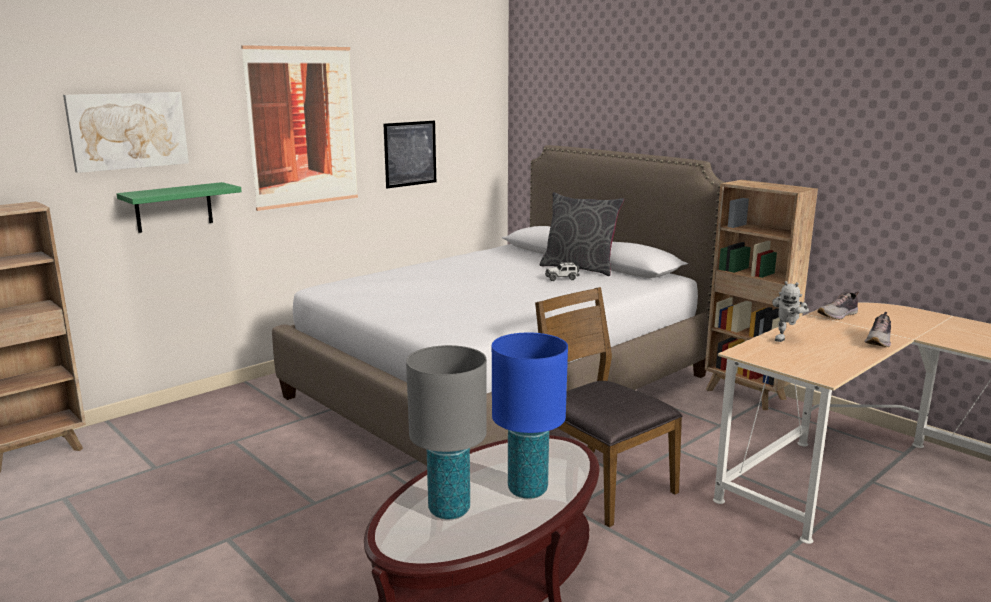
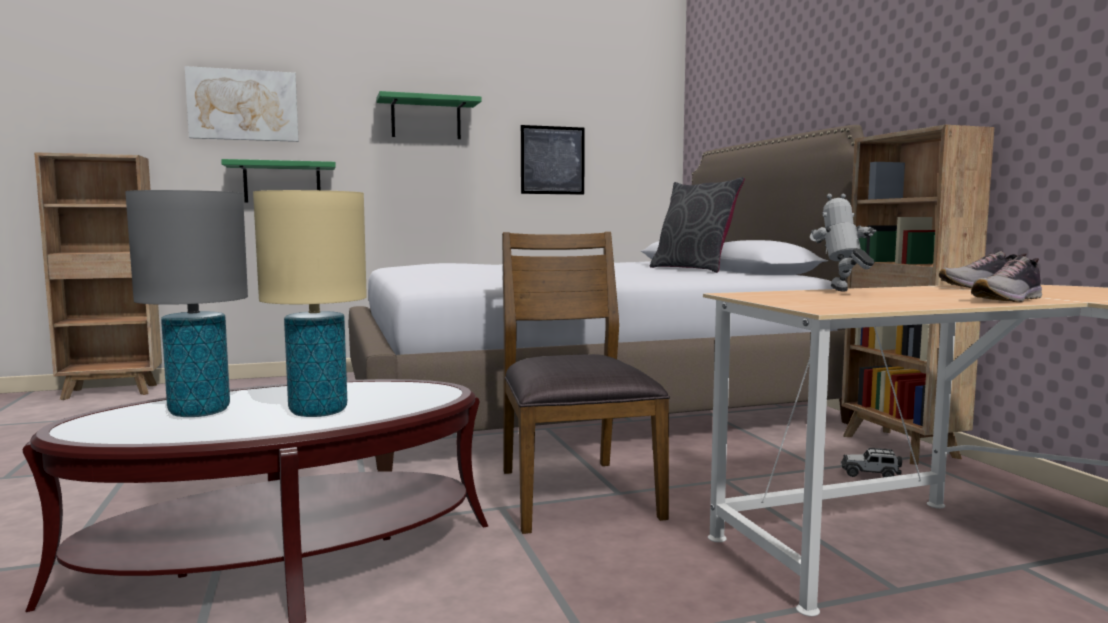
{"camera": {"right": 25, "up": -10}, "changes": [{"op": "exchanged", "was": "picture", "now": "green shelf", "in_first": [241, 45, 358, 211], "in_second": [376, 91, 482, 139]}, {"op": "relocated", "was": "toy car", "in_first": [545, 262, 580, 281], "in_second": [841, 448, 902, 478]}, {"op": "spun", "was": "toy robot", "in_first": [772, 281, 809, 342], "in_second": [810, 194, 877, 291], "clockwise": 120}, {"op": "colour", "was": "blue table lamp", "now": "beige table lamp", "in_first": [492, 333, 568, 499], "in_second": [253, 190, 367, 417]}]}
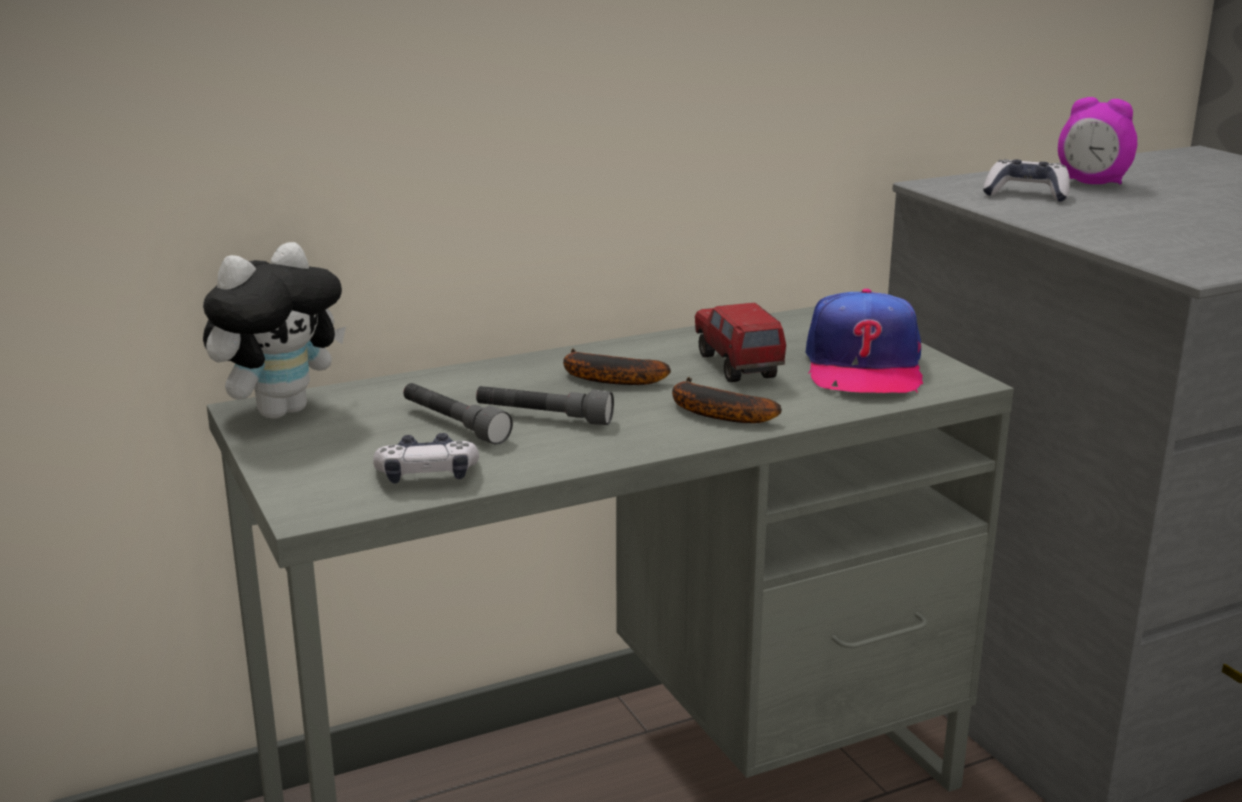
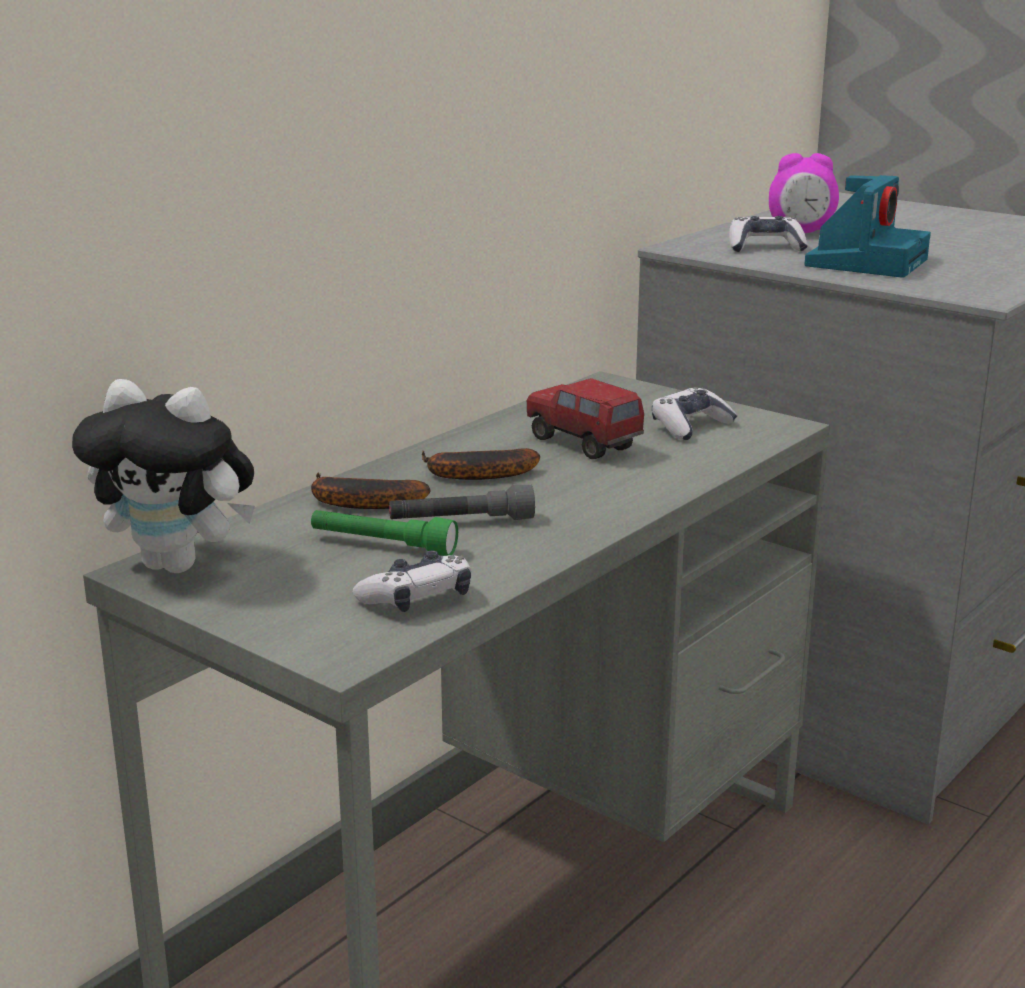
{"camera": {"right": -25, "up": 0}, "changes": [{"op": "spun", "was": "plush toy", "in_first": [203, 242, 346, 419], "in_second": [72, 379, 255, 573], "clockwise": 90}, {"op": "exchanged", "was": "cap", "now": "game controller", "in_first": [805, 289, 923, 393], "in_second": [652, 387, 737, 440]}, {"op": "relocated", "was": "banana", "in_first": [672, 377, 782, 423], "in_second": [311, 473, 431, 509]}, {"op": "colour", "was": "grey flashlight", "now": "green flashlight", "in_first": [403, 383, 513, 445], "in_second": [311, 510, 458, 556]}, {"op": "appeared", "now": "photo camera", "in_second": [804, 175, 931, 278]}]}
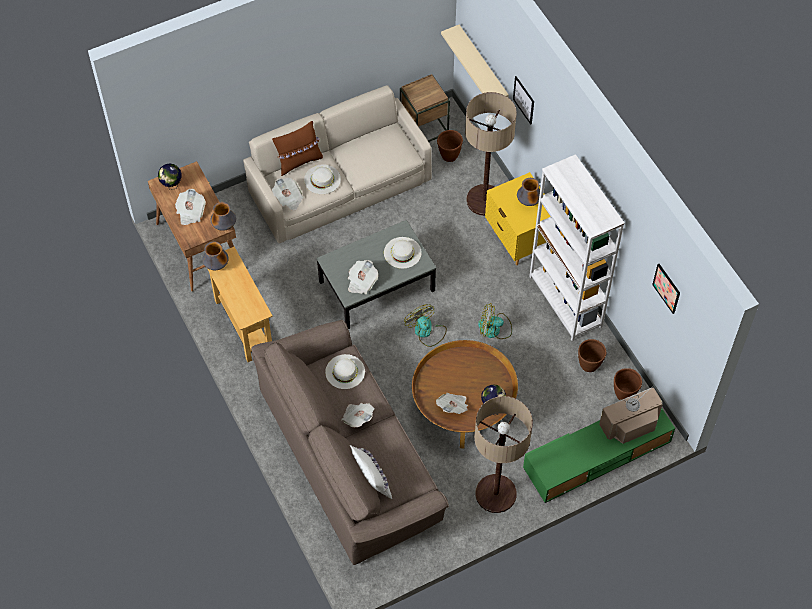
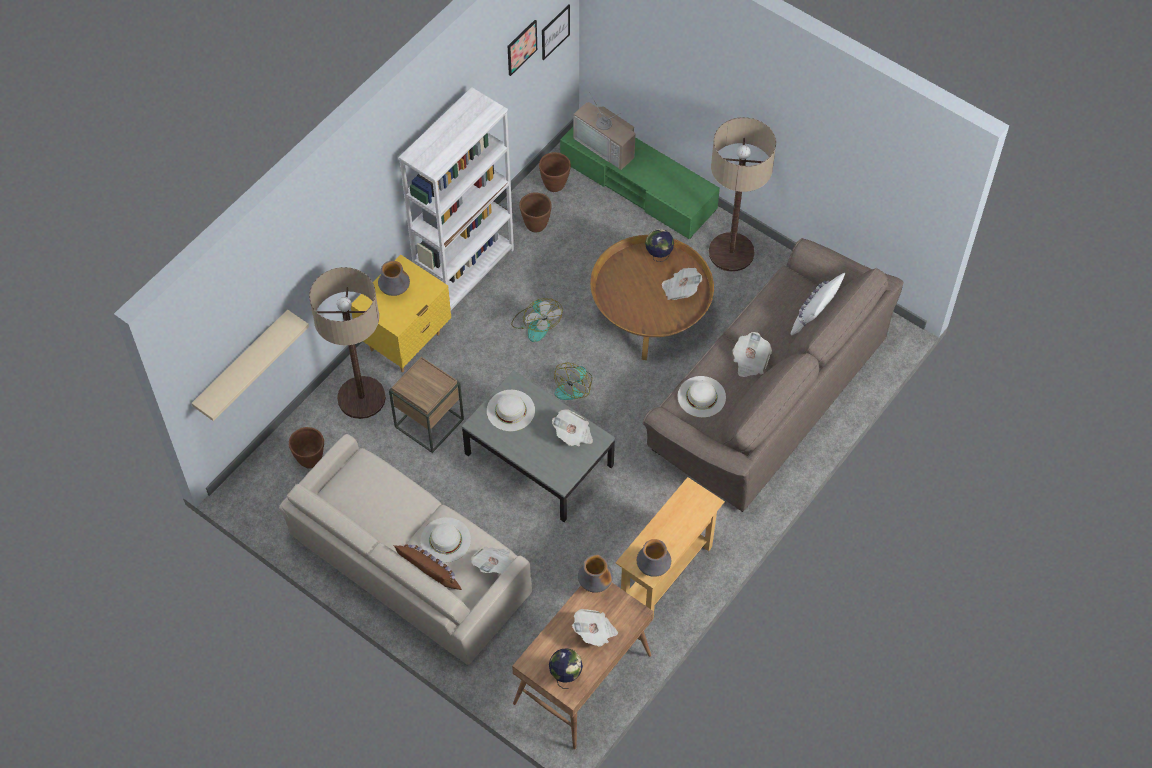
{"camera": {"right": -115, "up": 0}, "changes": [{"op": "relocated", "was": "brown side table", "in_first": [400, 74, 450, 142], "in_second": [389, 357, 464, 453]}, {"op": "relocated", "was": "picture", "in_first": [513, 76, 534, 124], "in_second": [542, 5, 570, 61]}]}
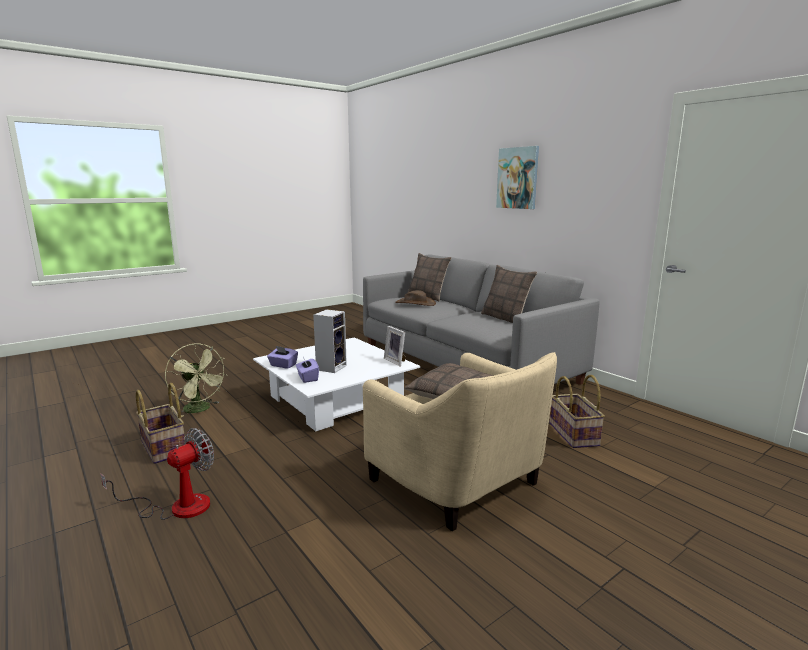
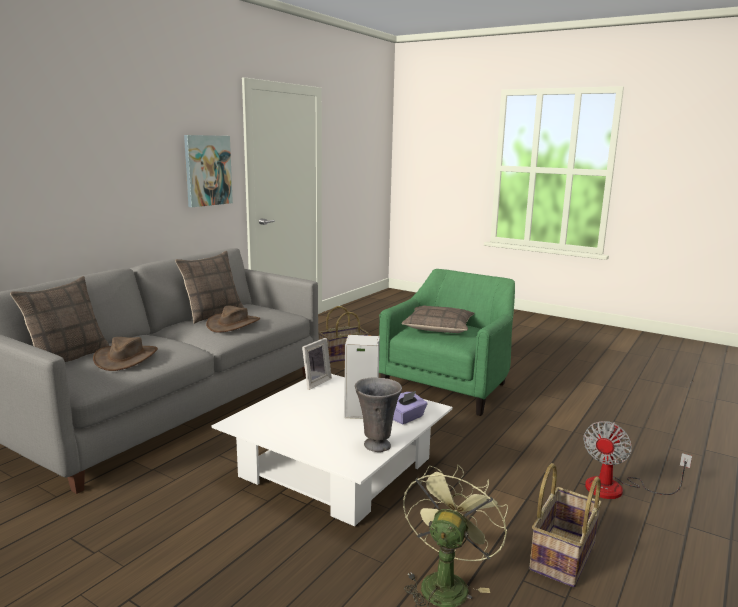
{"camera": {"right": -110, "up": 0}, "changes": [{"op": "relocated", "was": "picture", "in_first": [496, 146, 539, 209], "in_second": [184, 135, 233, 207]}, {"op": "exchanged", "was": "purple tissue box", "now": "grey vase", "in_first": [267, 346, 298, 369], "in_second": [355, 378, 402, 452]}, {"op": "colour", "was": "beige armchair", "now": "green armchair", "in_first": [362, 352, 557, 531], "in_second": [379, 269, 515, 416]}, {"op": "spun", "was": "fan", "in_first": [100, 428, 214, 520], "in_second": [583, 421, 692, 499], "clockwise": -75}, {"op": "appeared", "now": "brown hat", "in_second": [206, 306, 260, 333]}]}
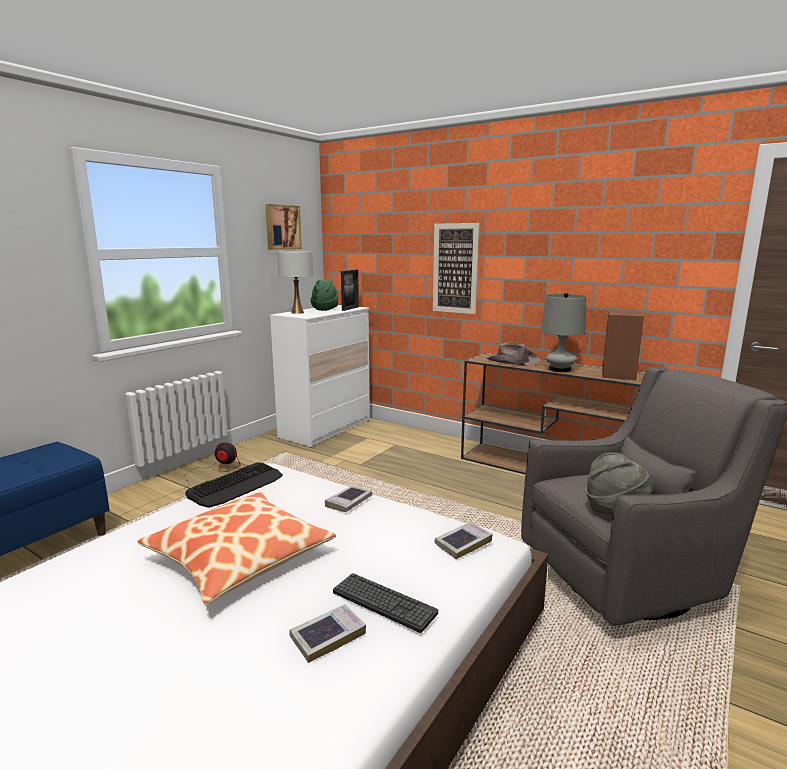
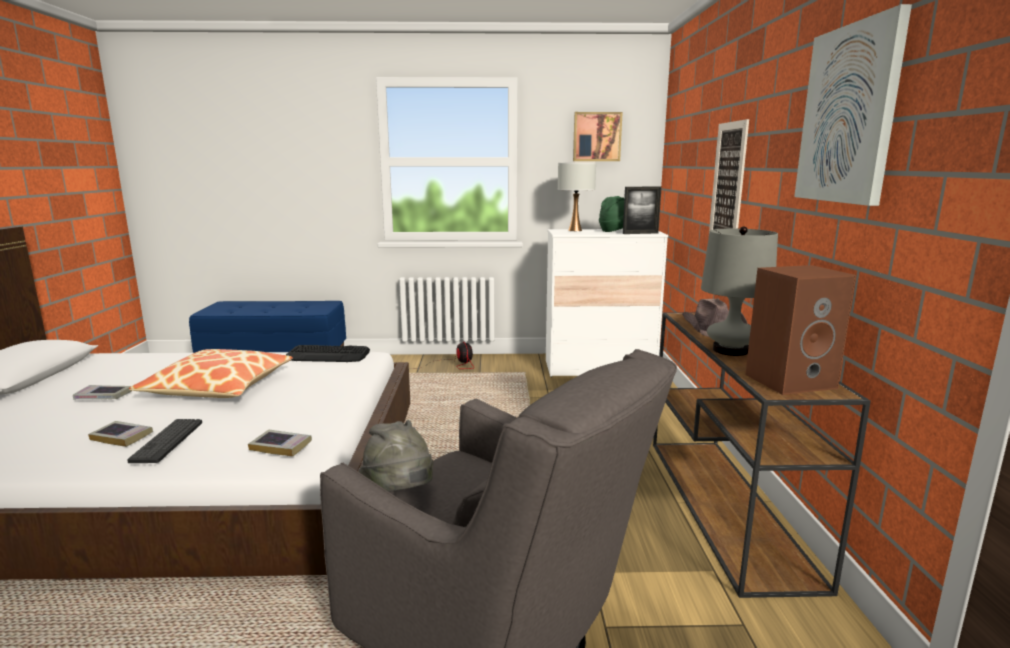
{"camera": {"right": 55, "up": 0}, "changes": [{"op": "relocated", "was": "book", "in_first": [325, 486, 372, 512], "in_second": [73, 385, 132, 399]}, {"op": "appeared", "now": "picture", "in_second": [794, 4, 912, 206]}]}
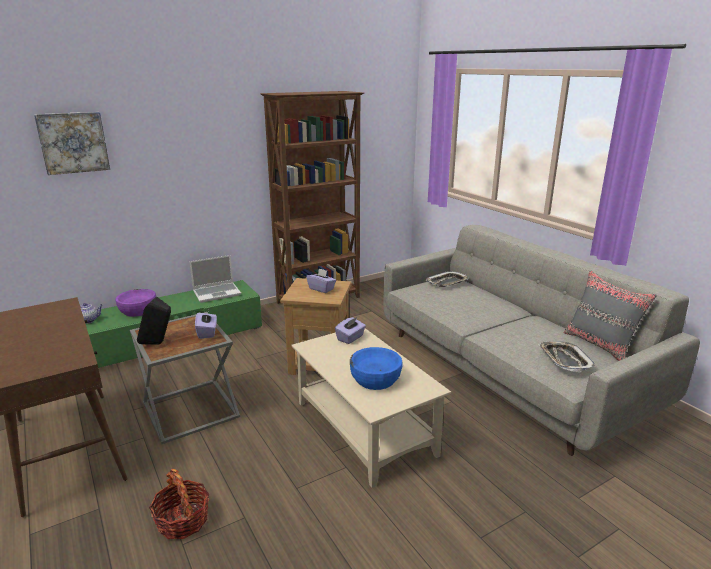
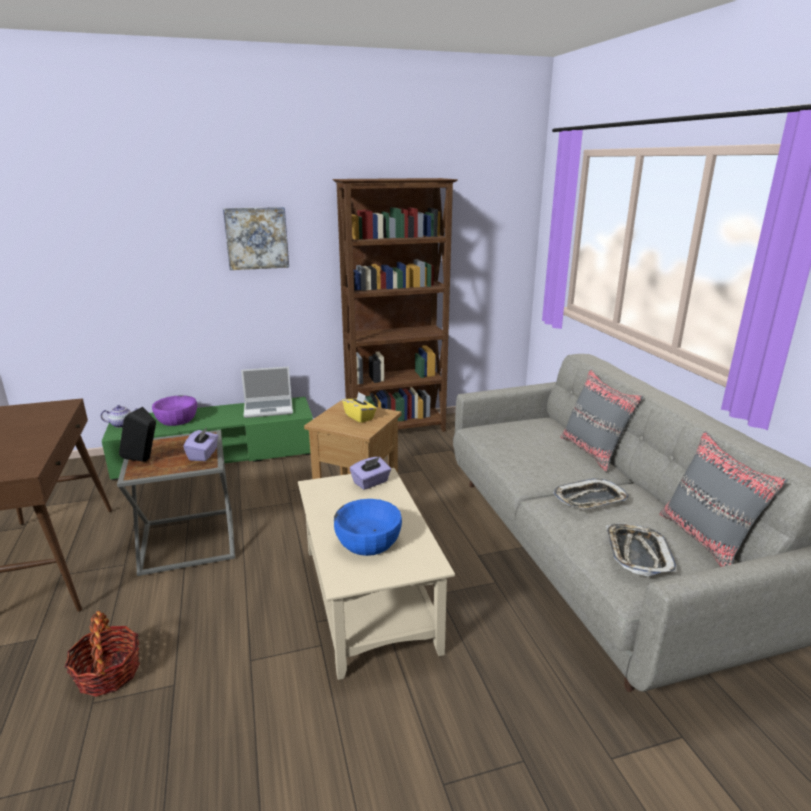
{"camera": {"right": 15, "up": 0}, "changes": [{"op": "relocated", "was": "picture", "in_first": [34, 112, 110, 175], "in_second": [223, 207, 289, 270]}, {"op": "colour", "was": "purple tissue box", "now": "yellow tissue box", "in_first": [306, 268, 336, 293], "in_second": [342, 391, 377, 423]}, {"op": "relocated", "was": "tray", "in_first": [426, 271, 469, 287], "in_second": [553, 478, 629, 510]}, {"op": "appeared", "now": "grey pillow", "in_second": [560, 369, 643, 472]}]}
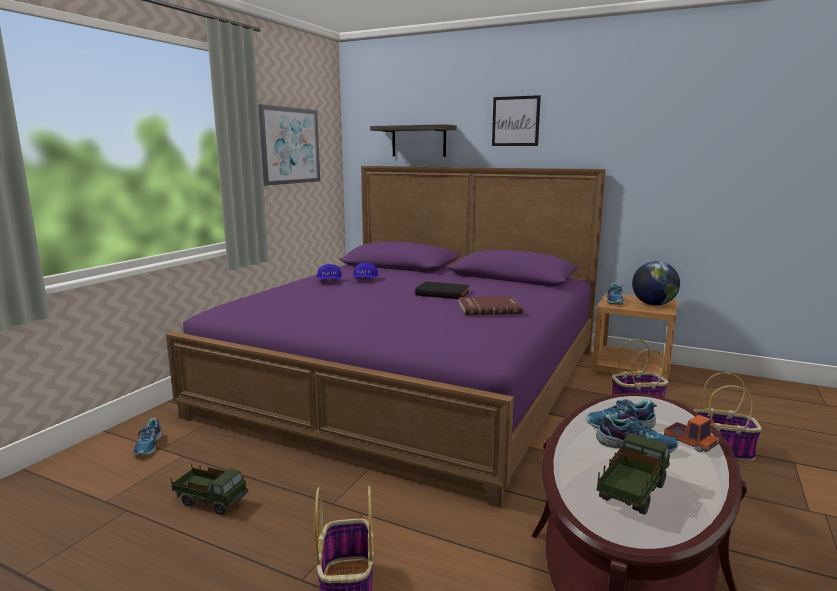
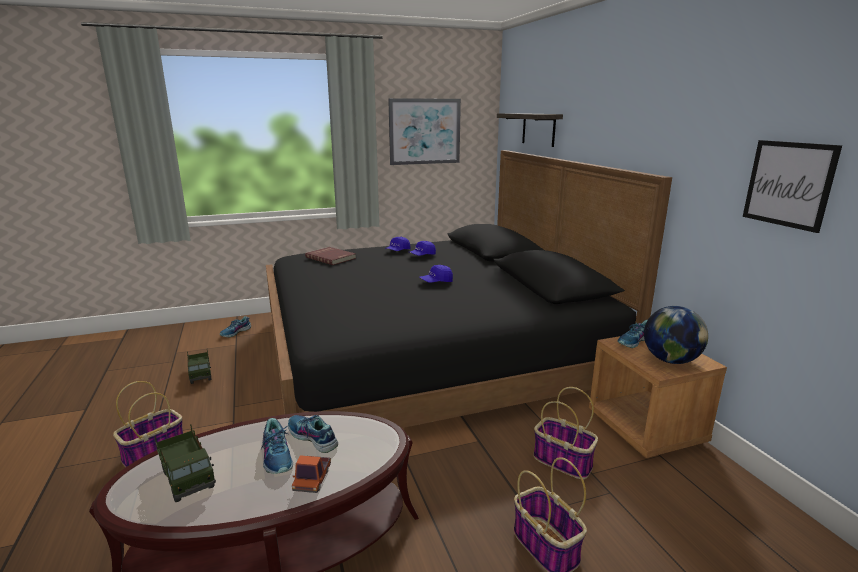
{"camera": {"right": 45, "up": 5}, "changes": [{"op": "relocated", "was": "picture", "in_first": [492, 95, 541, 146], "in_second": [743, 140, 842, 233]}, {"op": "colour", "was": "purple bed", "now": "black bed", "in_first": [166, 166, 606, 508], "in_second": [266, 150, 672, 428]}, {"op": "exchanged", "was": "black book", "now": "blue cap", "in_first": [415, 281, 469, 299], "in_second": [420, 265, 453, 283]}, {"op": "relocated", "was": "red book", "in_first": [458, 296, 523, 315], "in_second": [305, 247, 356, 265]}, {"op": "spun", "was": "toy truck", "in_first": [597, 433, 670, 514], "in_second": [154, 424, 216, 502], "clockwise": 60}]}
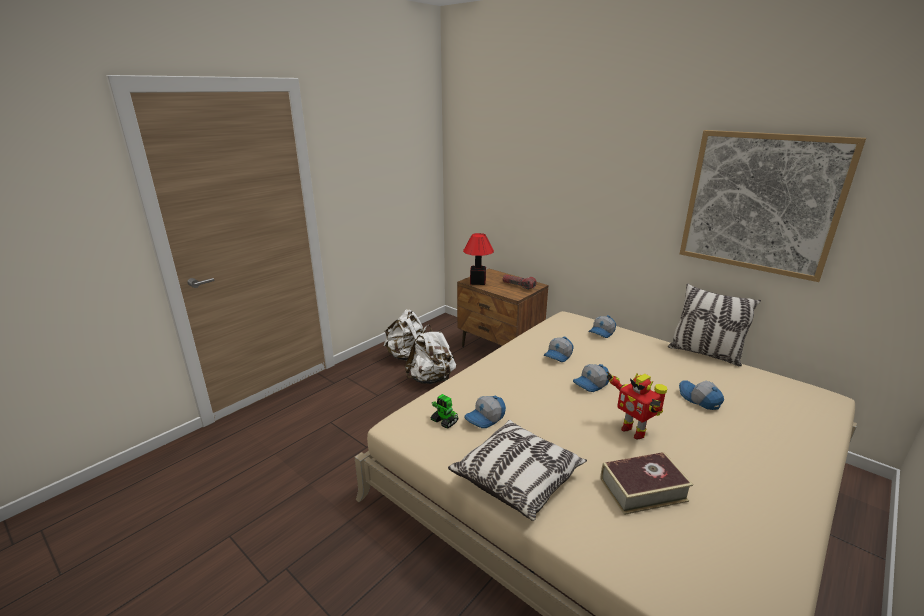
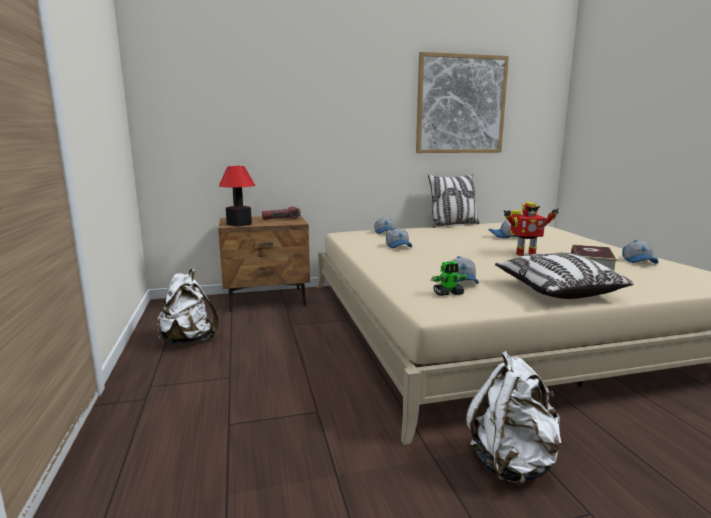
{"camera": {"right": -55, "up": -10}, "changes": [{"op": "relocated", "was": "white backpack", "in_first": [405, 325, 456, 384], "in_second": [466, 351, 561, 485]}, {"op": "relocated", "was": "cap", "in_first": [573, 364, 609, 392], "in_second": [622, 240, 658, 264]}]}
